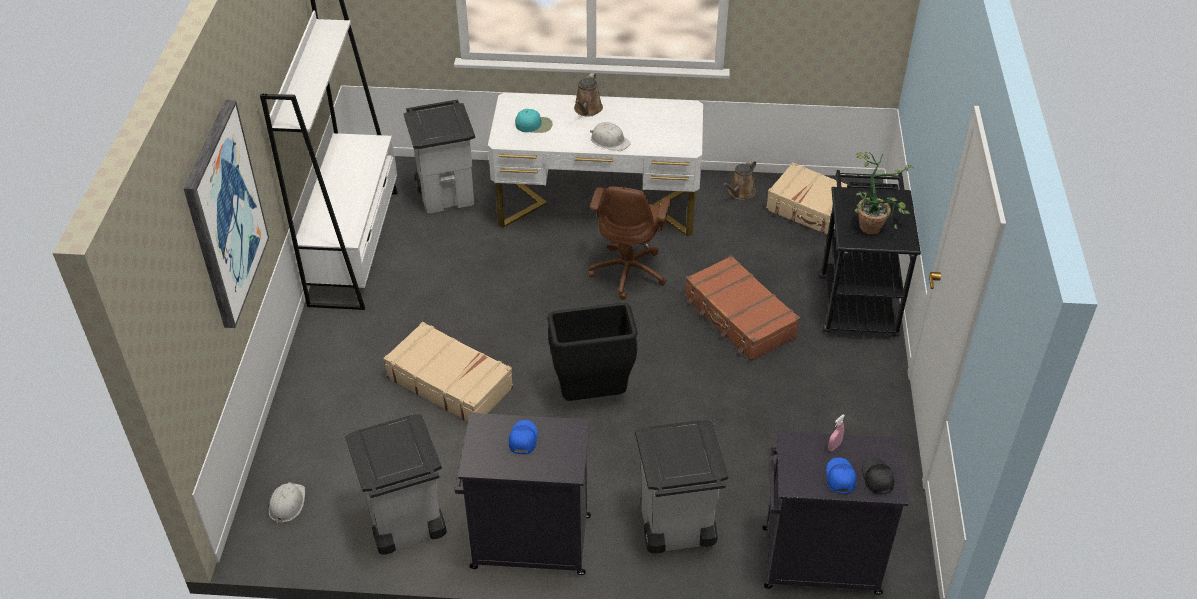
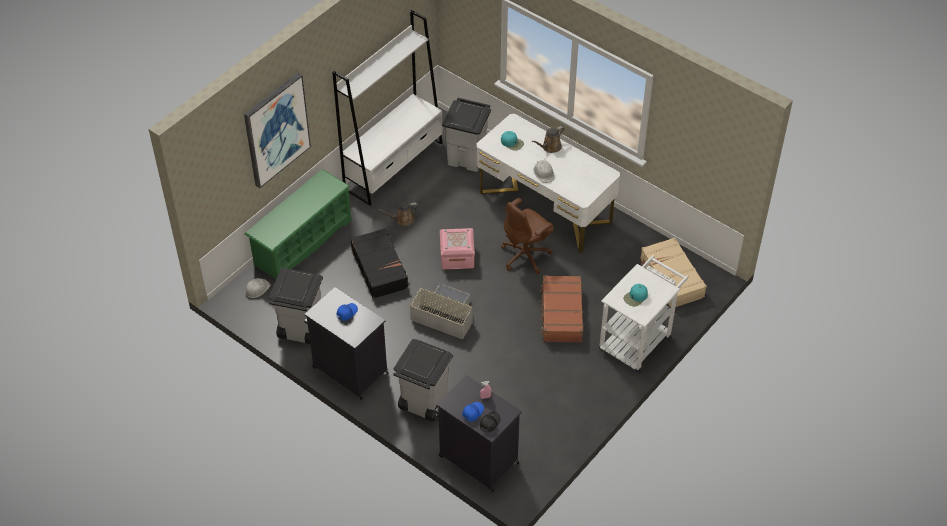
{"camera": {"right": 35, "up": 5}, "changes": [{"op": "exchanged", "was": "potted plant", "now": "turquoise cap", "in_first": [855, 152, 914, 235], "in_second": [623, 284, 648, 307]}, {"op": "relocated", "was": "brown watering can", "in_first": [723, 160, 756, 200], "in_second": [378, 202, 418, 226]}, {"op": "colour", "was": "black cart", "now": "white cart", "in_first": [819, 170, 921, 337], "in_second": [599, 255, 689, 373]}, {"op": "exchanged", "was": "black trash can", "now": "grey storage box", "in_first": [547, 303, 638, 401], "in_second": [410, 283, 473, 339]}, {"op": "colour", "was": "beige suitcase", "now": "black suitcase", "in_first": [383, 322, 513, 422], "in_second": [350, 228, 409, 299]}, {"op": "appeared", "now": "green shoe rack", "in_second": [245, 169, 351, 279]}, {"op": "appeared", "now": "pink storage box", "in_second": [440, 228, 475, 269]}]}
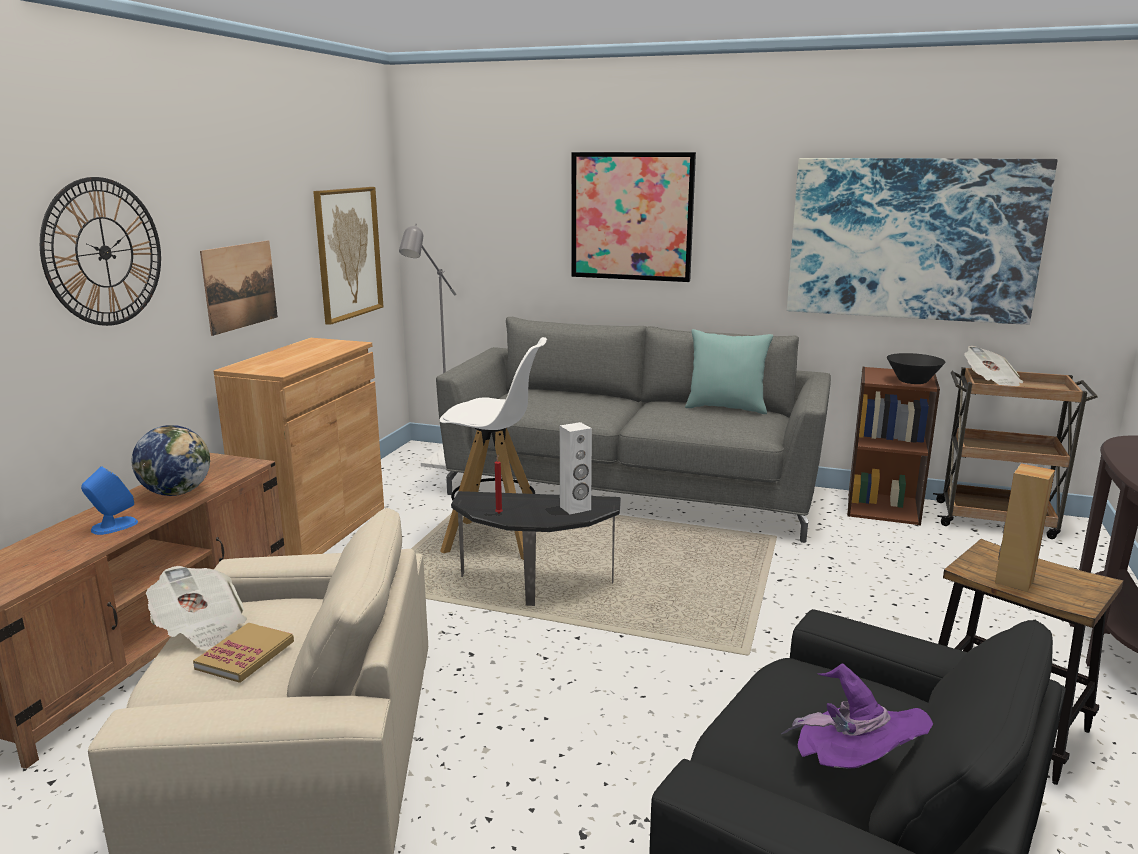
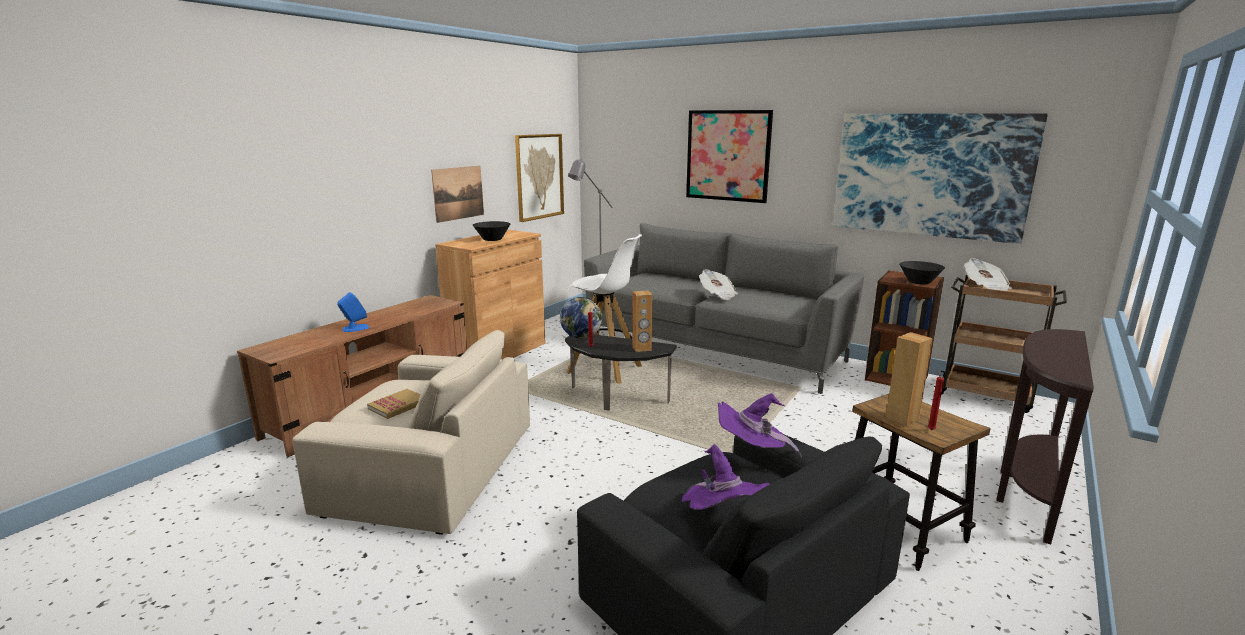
{"camera": {"right": 15, "up": 0}, "changes": [{"op": "missing", "was": "wall clock", "in_first": [40, 177, 161, 326]}, {"op": "missing", "was": "turquoise pillow", "in_first": [685, 329, 773, 414]}, {"op": "colour", "was": "white speaker", "now": "brown speaker", "in_first": [560, 422, 592, 515], "in_second": [632, 291, 652, 352]}, {"op": "relocated", "was": "globe", "in_first": [131, 425, 210, 496], "in_second": [560, 297, 602, 339]}, {"op": "relocated", "was": "newspaper", "in_first": [146, 566, 247, 650], "in_second": [699, 269, 738, 300]}, {"op": "appeared", "now": "black bowl", "in_second": [473, 221, 510, 241]}, {"op": "appeared", "now": "red candle", "in_second": [928, 370, 944, 430]}, {"op": "appeared", "now": "purple hat", "in_second": [718, 393, 802, 457]}]}
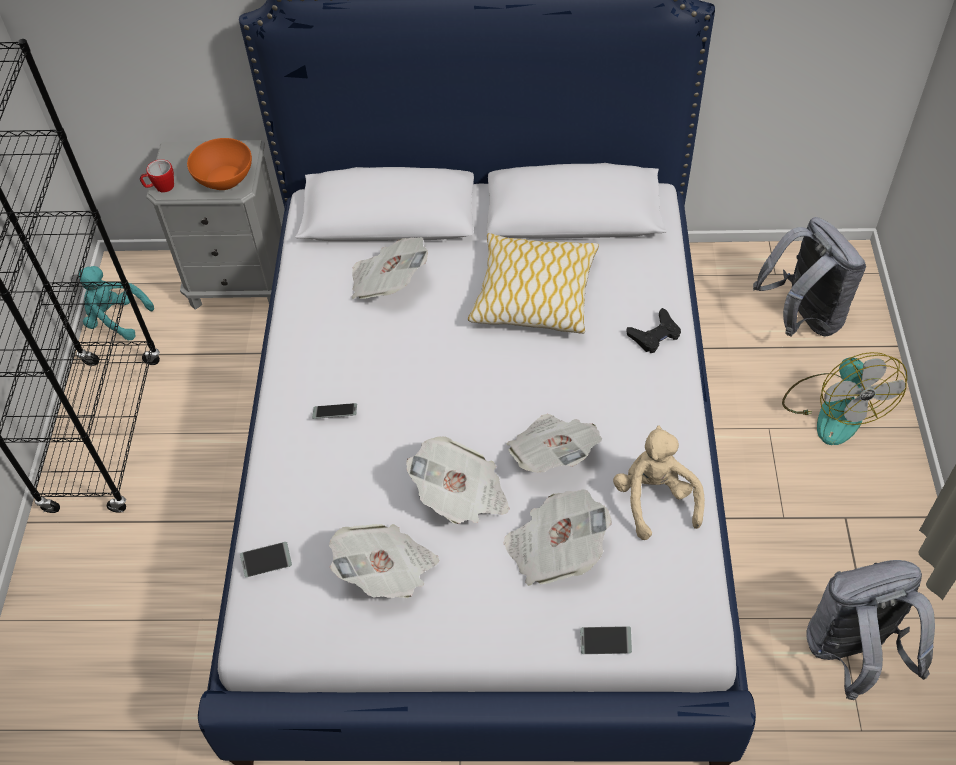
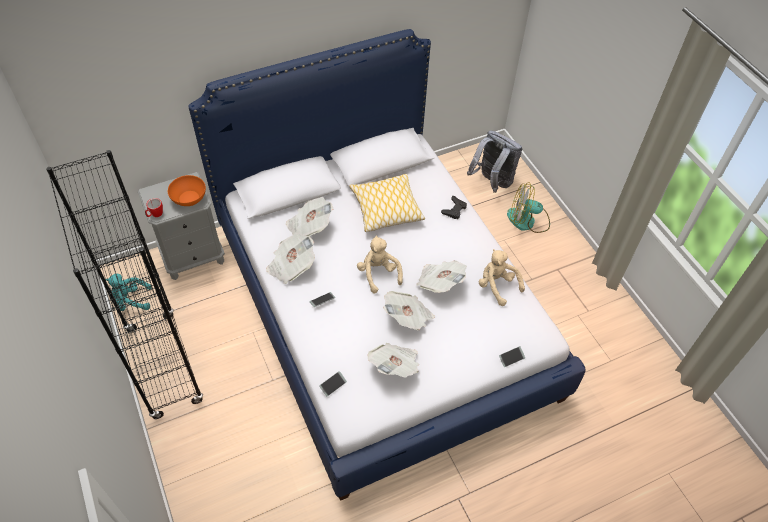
{"camera": {"right": -30, "up": 0}, "changes": [{"op": "spun", "was": "fan", "in_first": [782, 352, 907, 445], "in_second": [507, 182, 550, 233], "clockwise": 135}, {"op": "relocated", "was": "newspaper", "in_first": [503, 489, 612, 586], "in_second": [266, 233, 315, 284]}, {"op": "missing", "was": "grey backpack", "in_first": [806, 560, 935, 700]}, {"op": "appeared", "now": "beige plush toy", "in_second": [357, 236, 403, 293]}]}
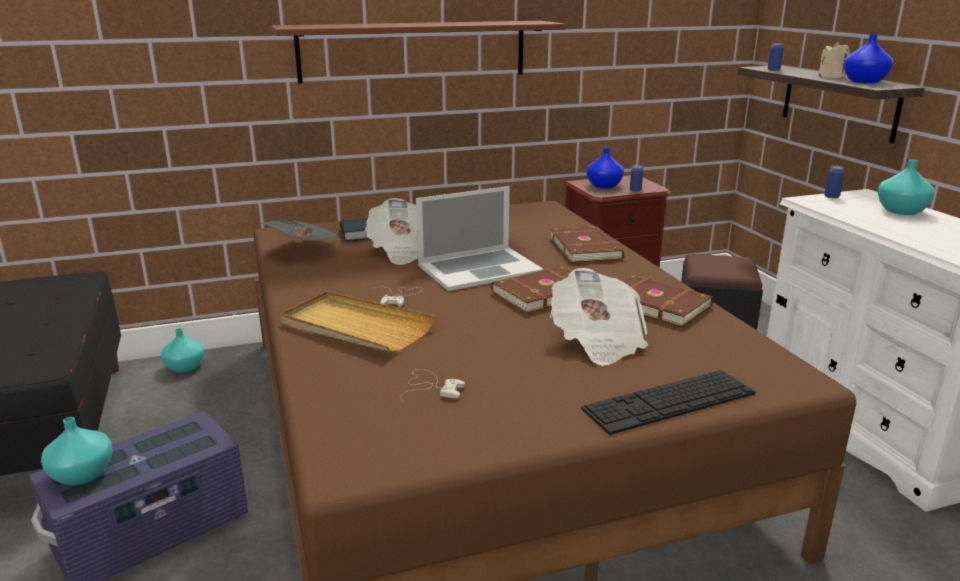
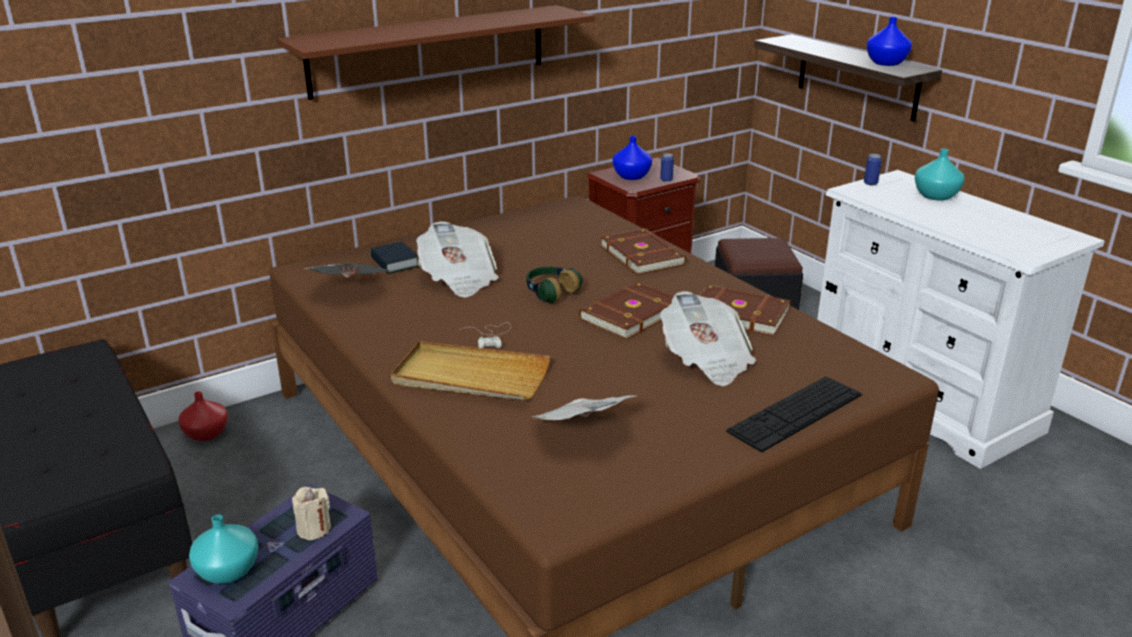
{"camera": {"right": -15, "up": 5}, "changes": [{"op": "relocated", "was": "beige candle", "in_first": [818, 41, 850, 78], "in_second": [292, 487, 331, 541]}, {"op": "missing", "was": "can", "in_first": [768, 44, 784, 71]}, {"op": "exchanged", "was": "laptop", "now": "headphones", "in_first": [416, 186, 544, 291], "in_second": [526, 266, 583, 303]}, {"op": "colour", "was": "turquoise vase", "now": "red vase", "in_first": [161, 328, 204, 373], "in_second": [178, 391, 228, 441]}, {"op": "exchanged", "was": "white game controller", "now": "newspaper", "in_first": [400, 369, 465, 402], "in_second": [532, 395, 635, 420]}]}
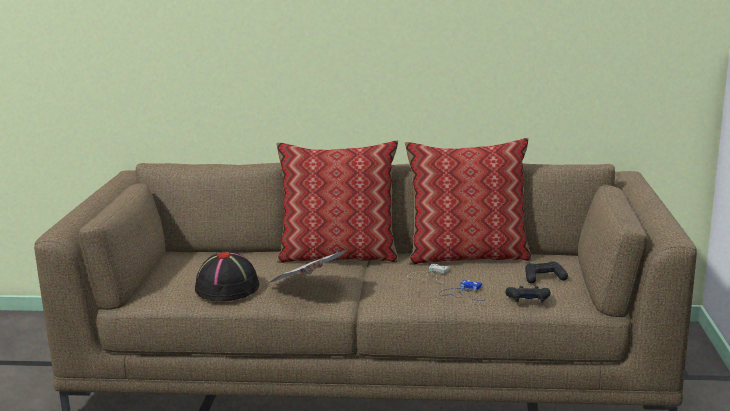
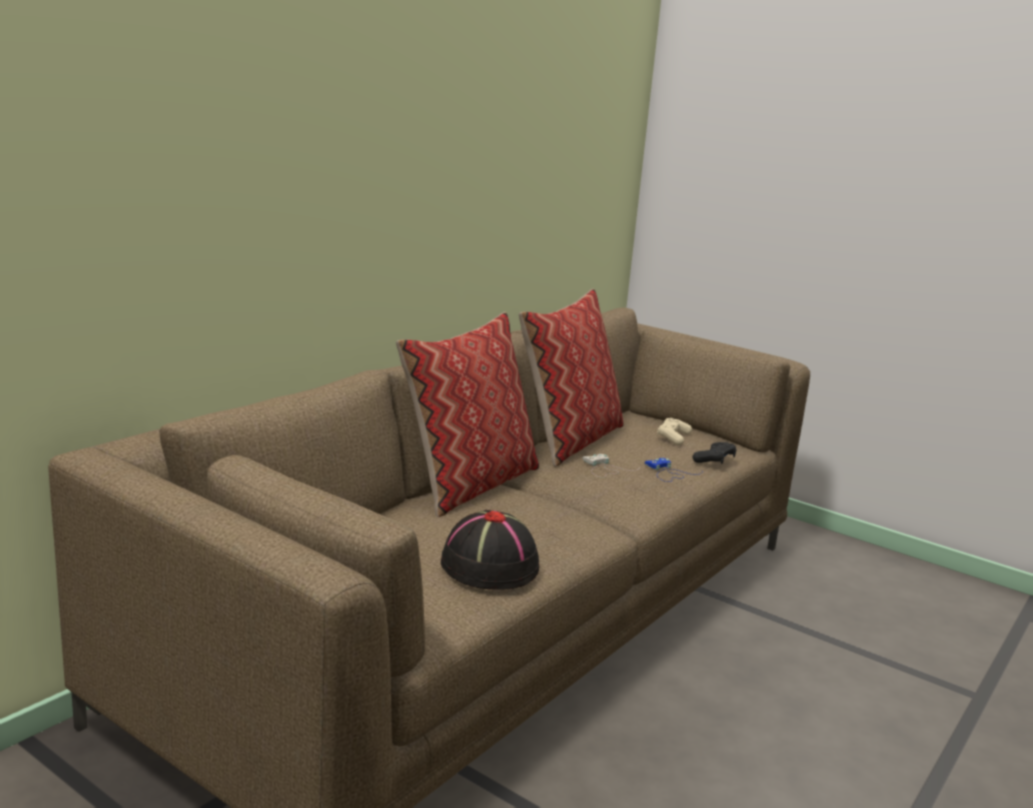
{"camera": {"right": -60, "up": 0}, "changes": [{"op": "missing", "was": "newspaper", "in_first": [267, 250, 347, 284]}, {"op": "colour", "was": "black game controller", "now": "beige game controller", "in_first": [525, 261, 568, 284], "in_second": [657, 418, 692, 446]}]}
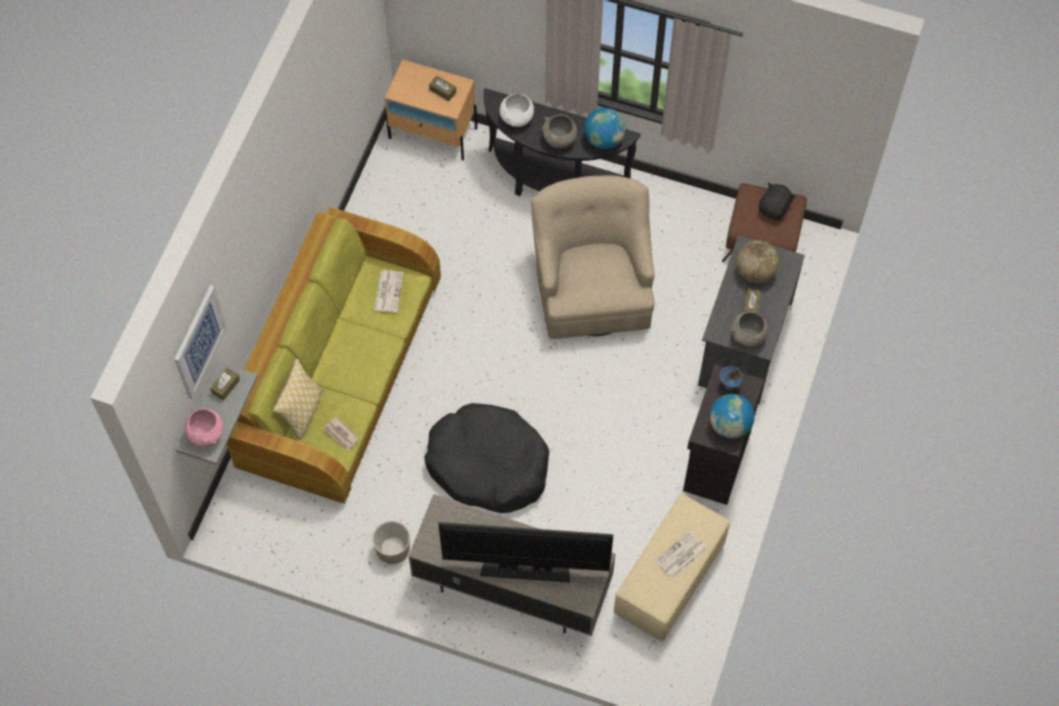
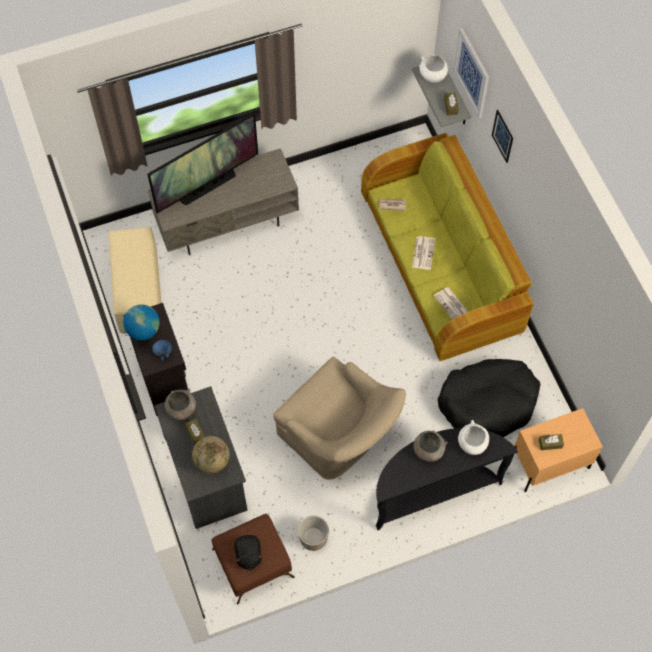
{"camera": {"right": 140, "up": 0}, "changes": [{"op": "missing", "was": "globe", "in_first": [584, 108, 625, 149]}, {"op": "missing", "was": "pillow", "in_first": [273, 359, 323, 440]}, {"op": "relocated", "was": "black dog bed", "in_first": [424, 403, 549, 513], "in_second": [438, 359, 540, 437]}, {"op": "colour", "was": "pink bowl", "now": "white bowl", "in_first": [185, 408, 224, 447], "in_second": [419, 55, 448, 83]}, {"op": "relocated", "was": "planter", "in_first": [372, 521, 410, 564], "in_second": [298, 515, 329, 551]}, {"op": "relocated", "was": "newspaper", "in_first": [655, 530, 708, 579], "in_second": [412, 236, 435, 270]}, {"op": "appeared", "now": "picture", "in_second": [492, 110, 513, 163]}]}
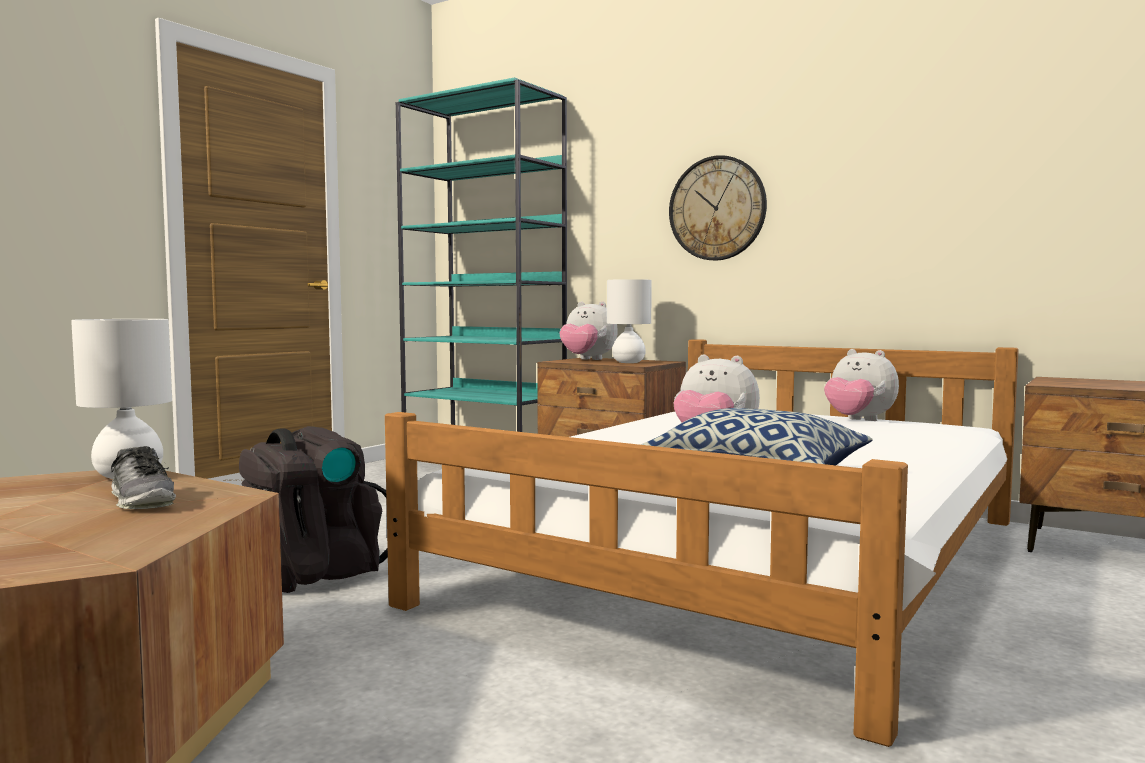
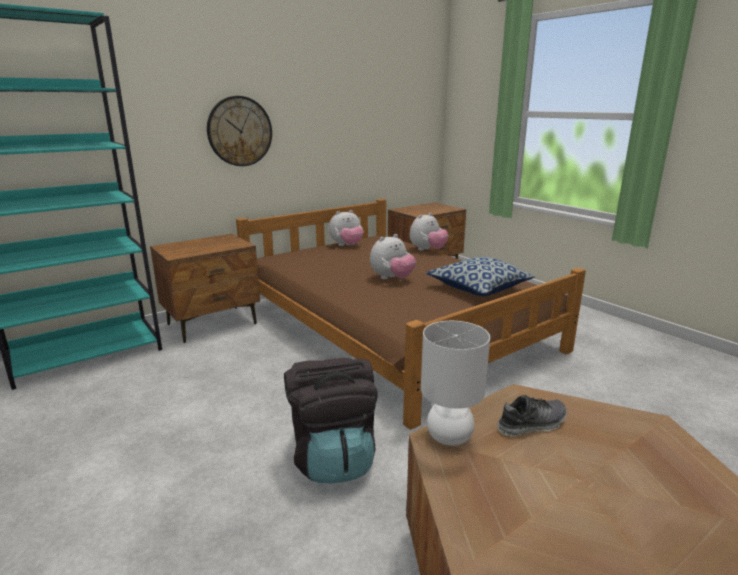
{"camera": {"right": -70, "up": 15}, "changes": [{"op": "missing", "was": "white table lamp", "in_first": [607, 279, 652, 363]}, {"op": "relocated", "was": "plush toy", "in_first": [559, 301, 618, 360], "in_second": [410, 213, 449, 251]}, {"op": "colour", "was": "white bed", "now": "brown bed", "in_first": [385, 339, 1019, 747], "in_second": [236, 199, 586, 430]}]}
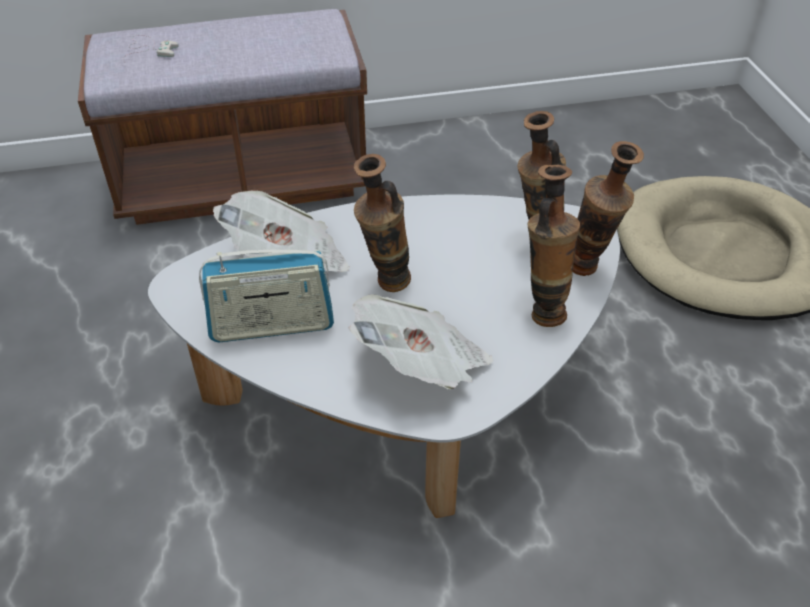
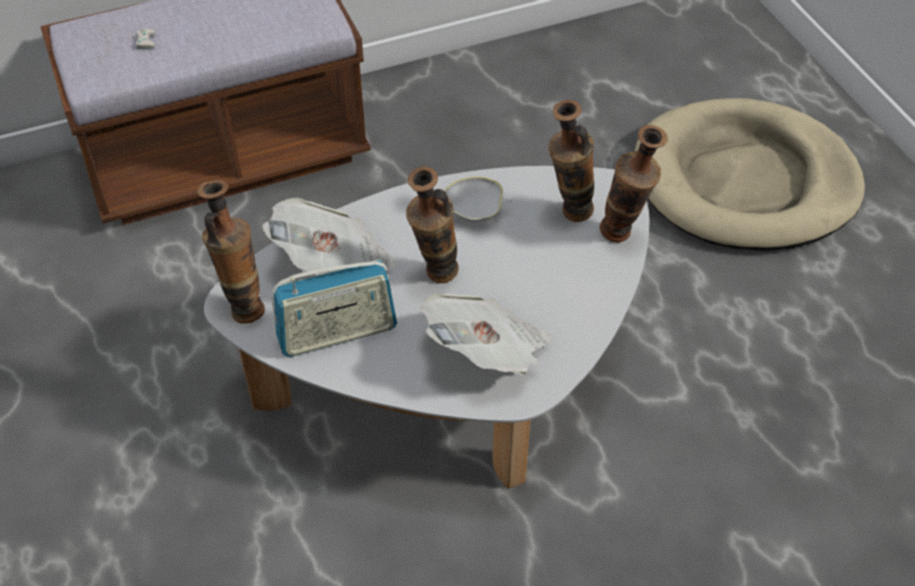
{"camera": {"right": -10, "up": 5}, "changes": [{"op": "relocated", "was": "vase", "in_first": [528, 165, 580, 327], "in_second": [197, 180, 265, 324]}, {"op": "appeared", "now": "white bowl", "in_second": [444, 177, 513, 222]}]}
